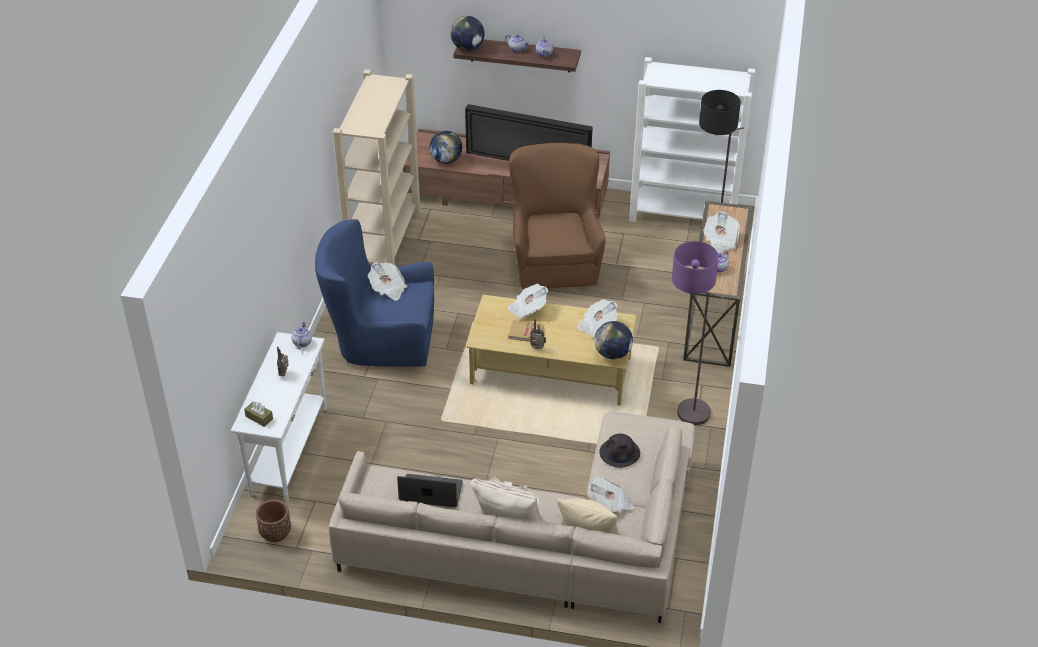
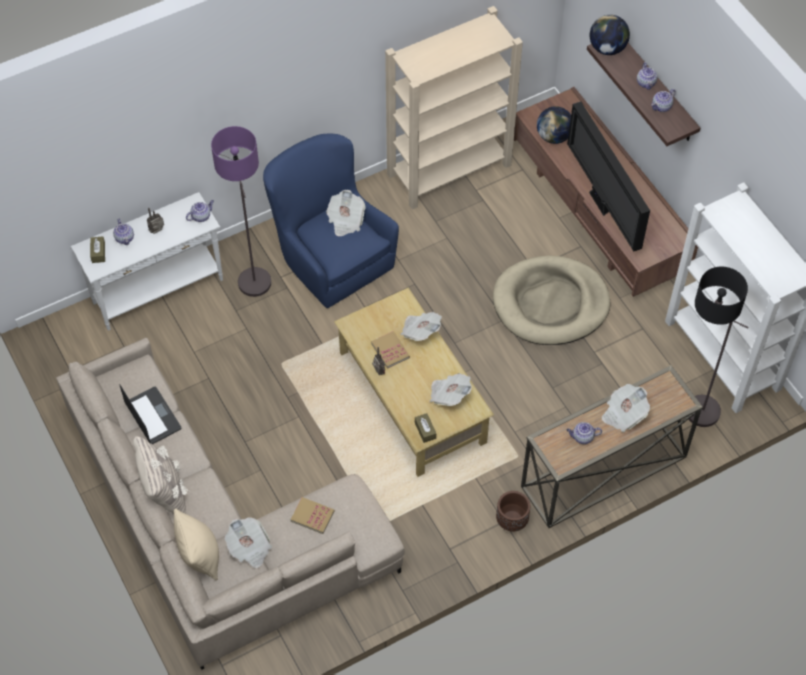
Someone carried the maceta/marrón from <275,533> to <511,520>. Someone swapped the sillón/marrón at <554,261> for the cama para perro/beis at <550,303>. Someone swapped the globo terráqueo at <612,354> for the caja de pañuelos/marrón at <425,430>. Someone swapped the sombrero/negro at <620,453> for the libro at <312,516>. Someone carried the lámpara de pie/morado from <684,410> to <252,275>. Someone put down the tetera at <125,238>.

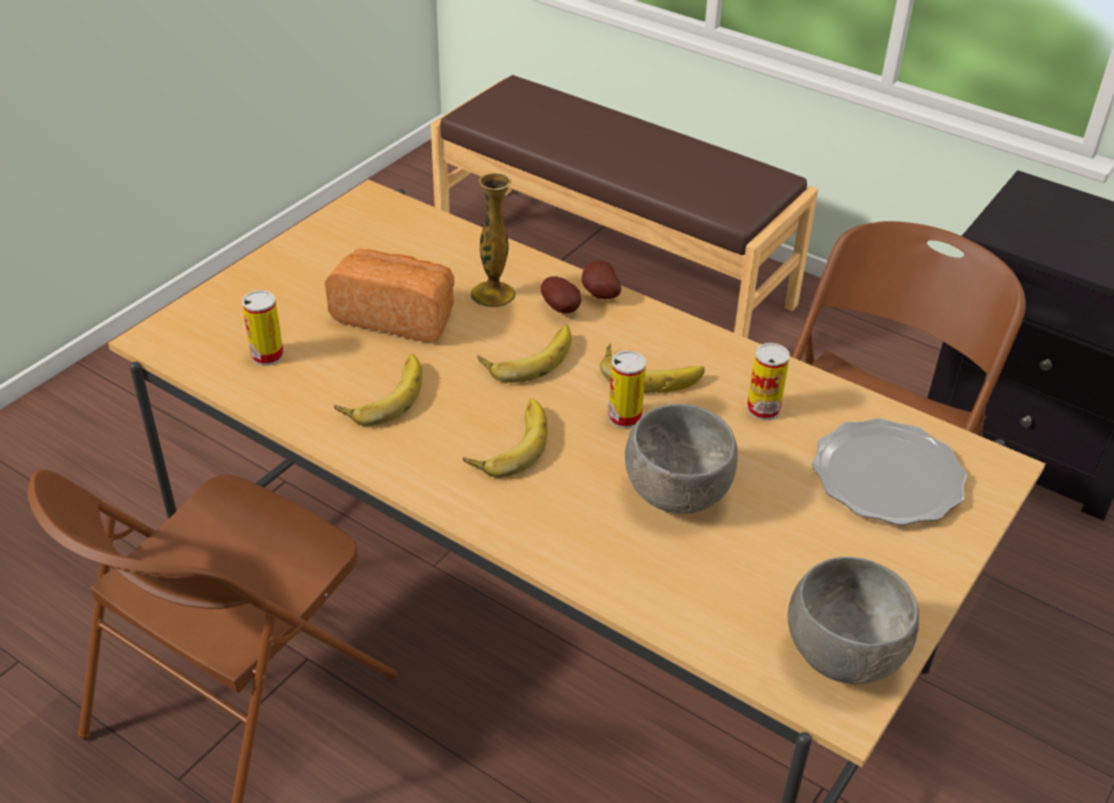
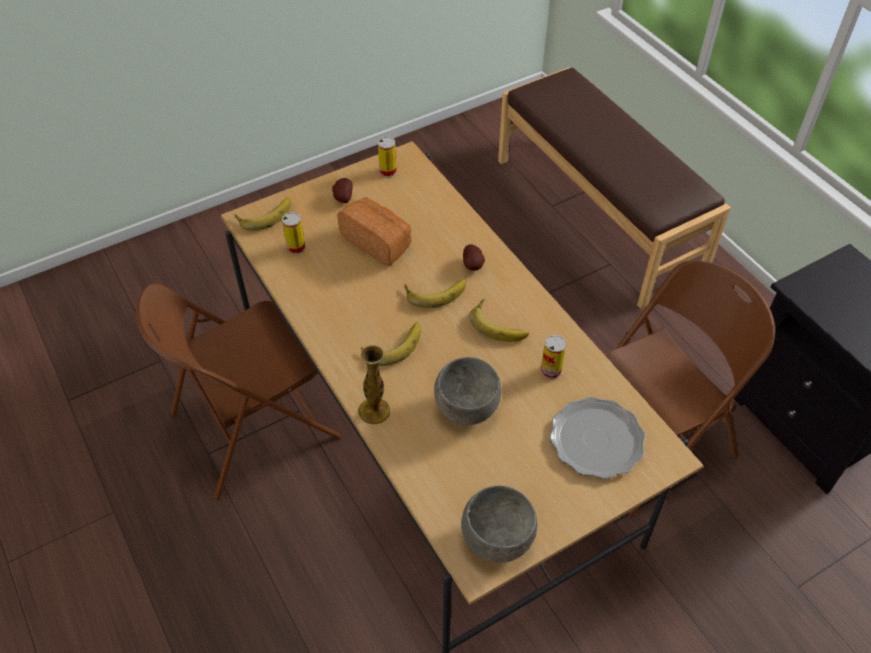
Someone carried the plátano from <383,394> to <264,215>. Someone carried the florero from <493,294> to <374,411>. Someone carried the patata from <598,294> to <342,198>. Someone carried the lata from <624,417> to <388,171>.

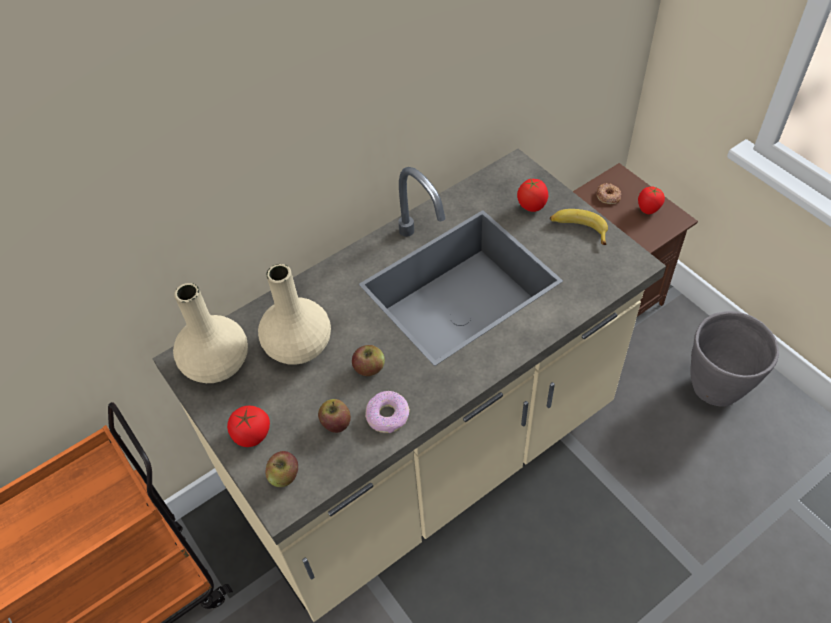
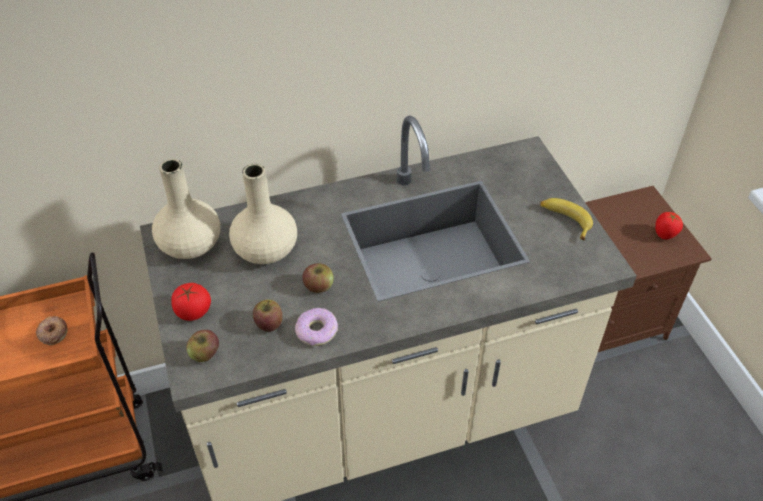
Someone took away the tomate at <531,207>. Someone carried the rosquilla from <608,196> to <52,333>. Someone took away the maceta/gris at <716,389>.

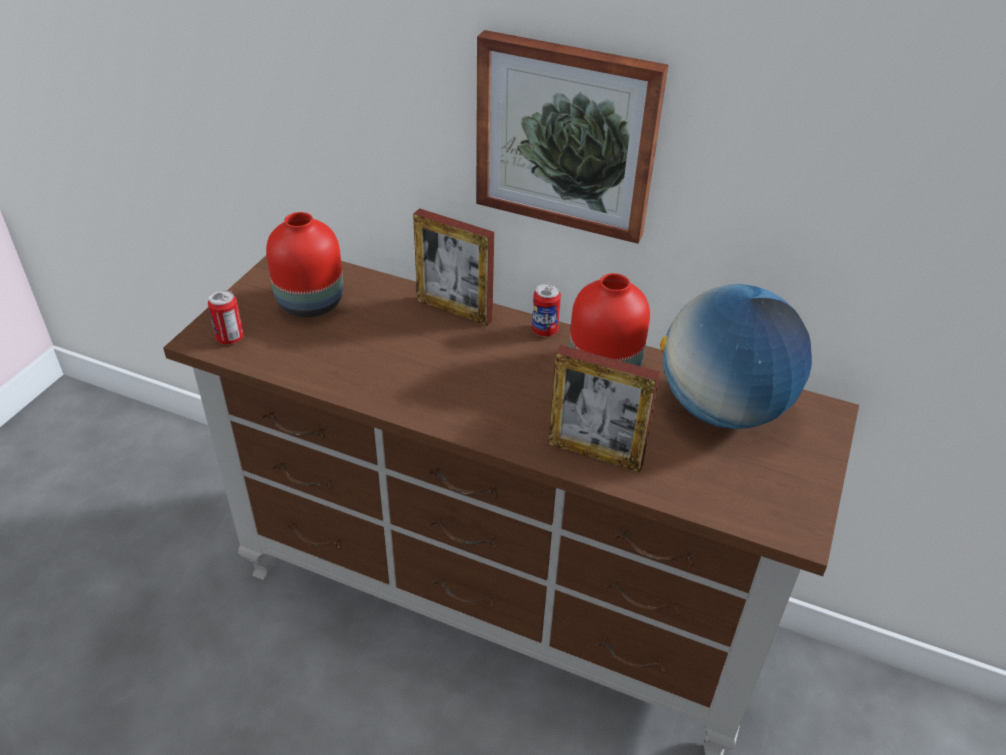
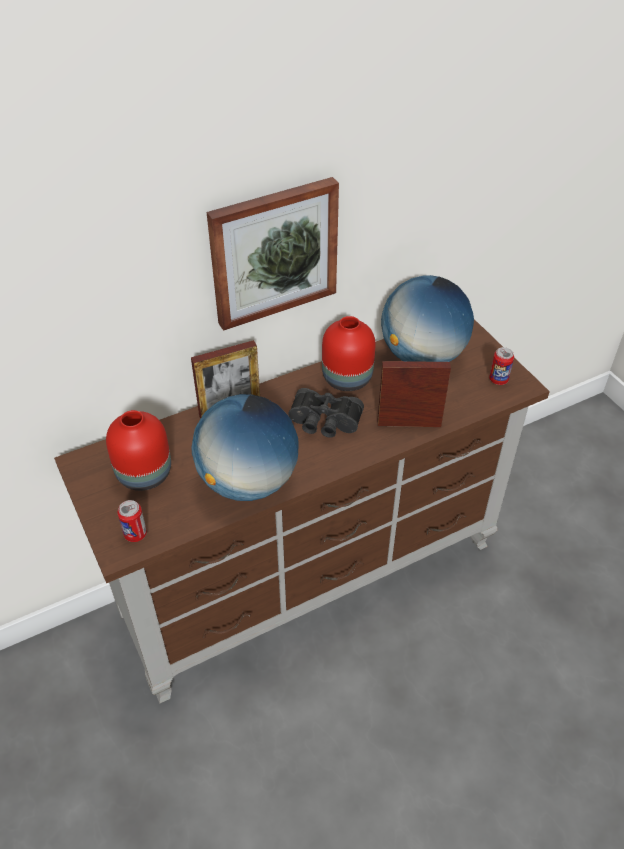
Someone carried the lata from <544,330> to <498,380>. Someone rotated the portarretratos at <595,454> by 150 degrees counterclockwise. Someone put down the globo terráqueo at <248,481>. Someone put down the prismáticos/negro at <324,423>.

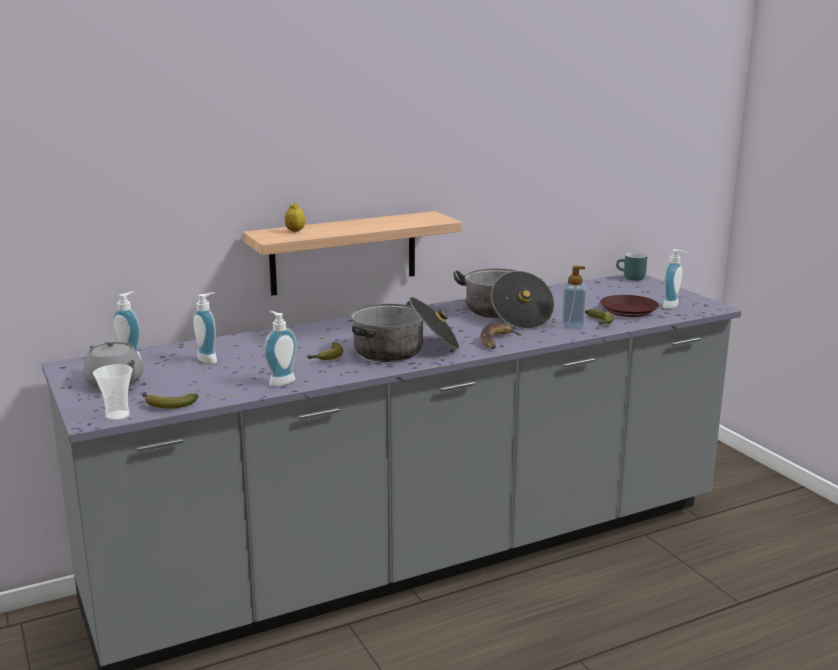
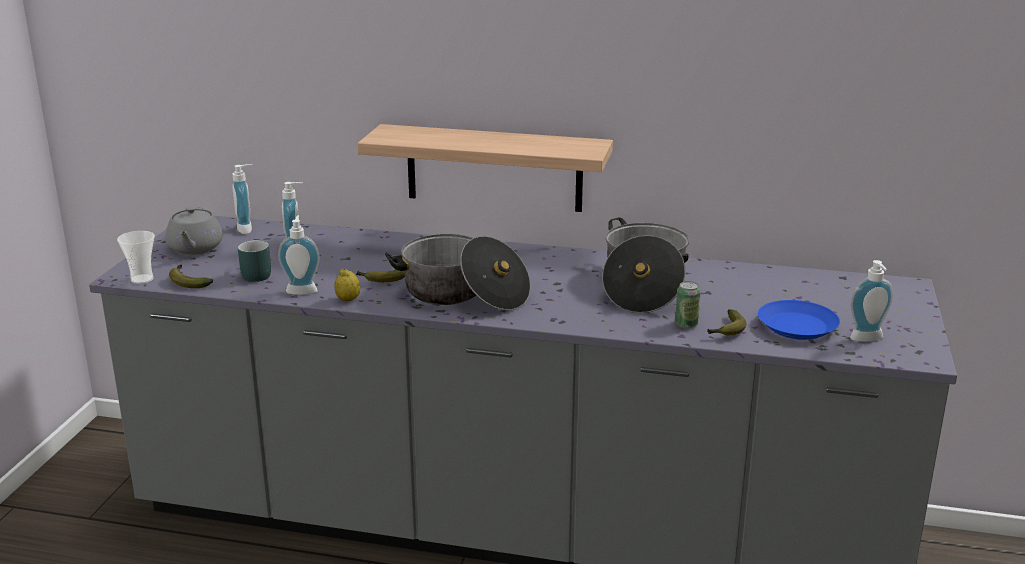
Someone carried the limón from <295,231> to <348,300>. Someone took away the plátano at <497,340>. Someone swapped the dispensador de jabón at <572,326> for the lata at <686,324>. Someone repainted the plato/marrón at <628,310>, which became the plato/azul at <796,326>. Someone carried the taza grande/turquesa from <630,278> to <253,275>.

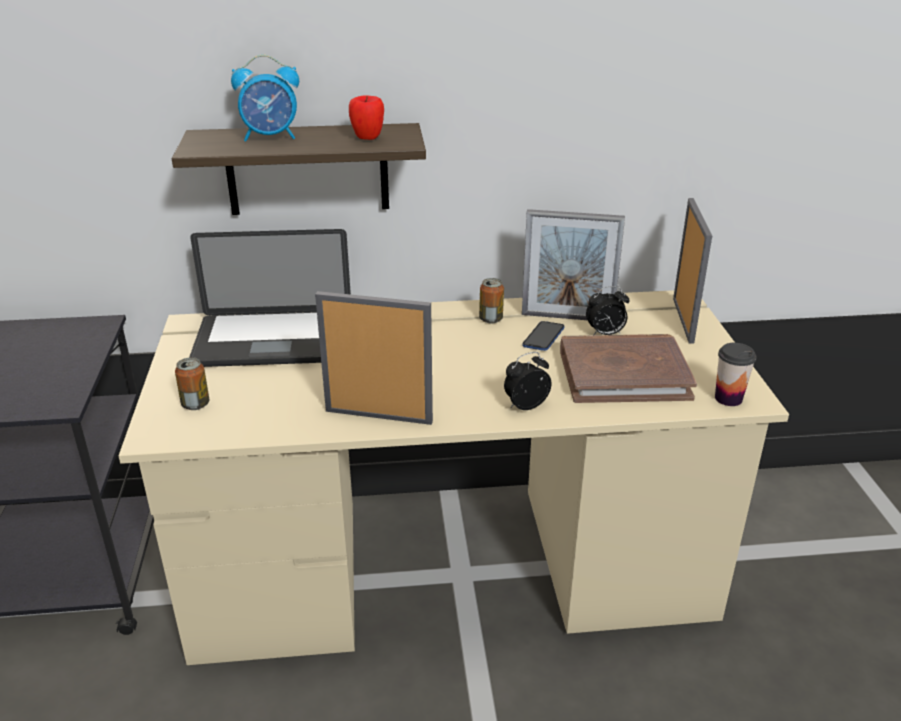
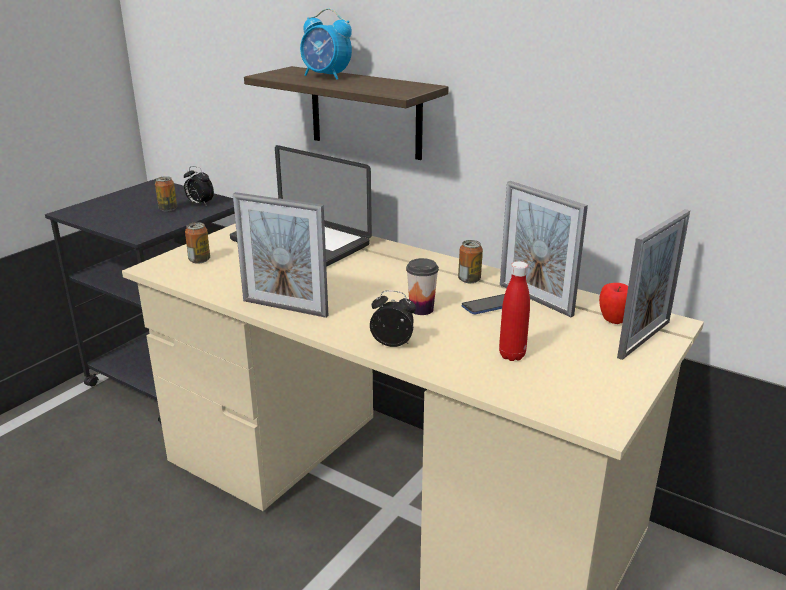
Someone rotated the portarretratos at <378,416> by 150 degrees clockwise. Someone carried the manzana from <367,139> to <613,321>. Someone swapped the libro/marrón at <623,374> for the botella/rojo at <512,355>. Someone carried the despertador from <605,334> to <199,204>. Someone carried the taza from <728,398> to <421,309>. Someone put down the lata at <168,209>.

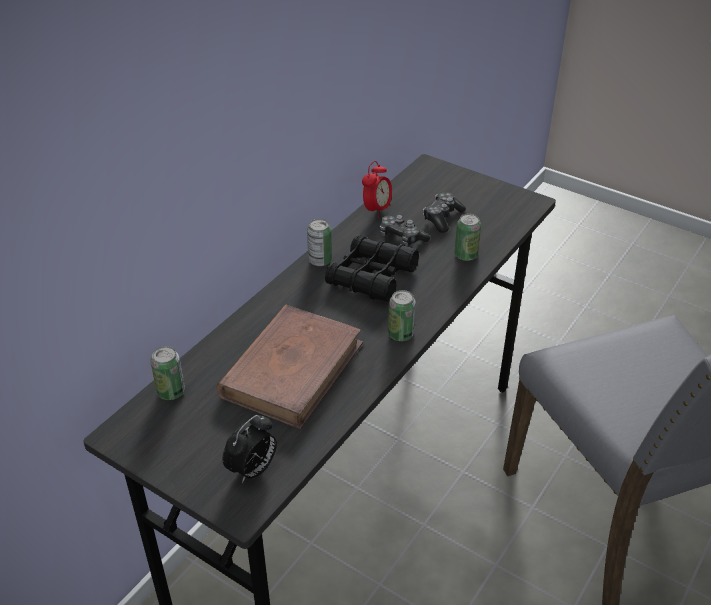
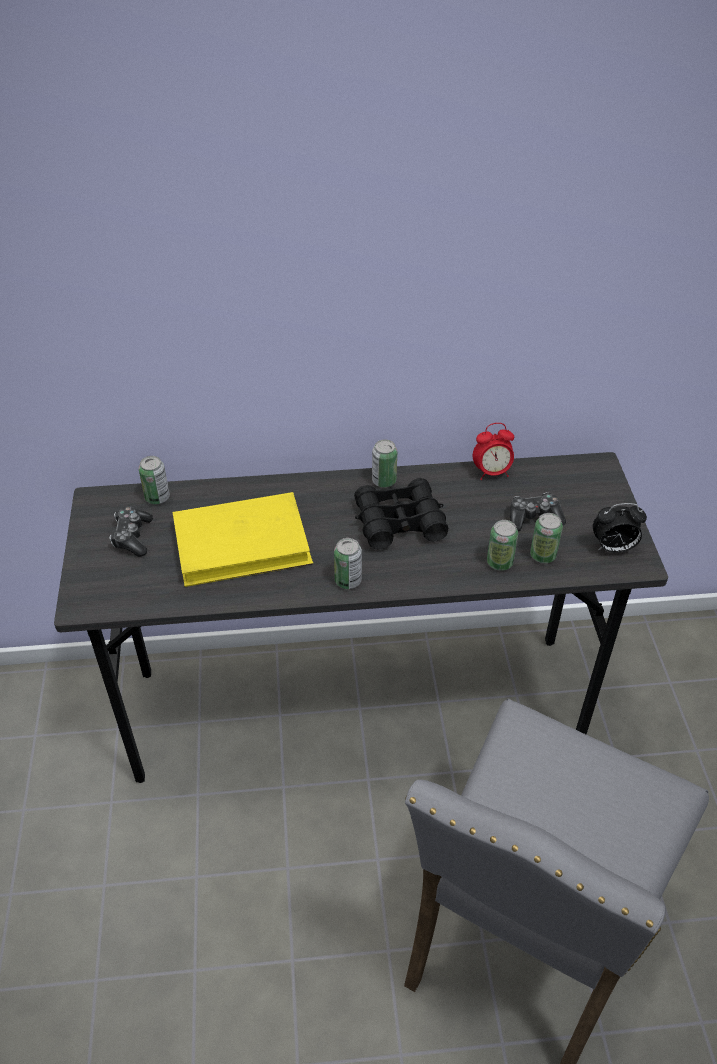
Someone repainted the libro/marrón at <292,369>, which became the libro/amarillo at <242,544>. Someone carried the despertador from <253,470> to <613,548>. Someone carried the mando de consola from <401,237> to <132,537>. Someone put down the lata at <543,555>.

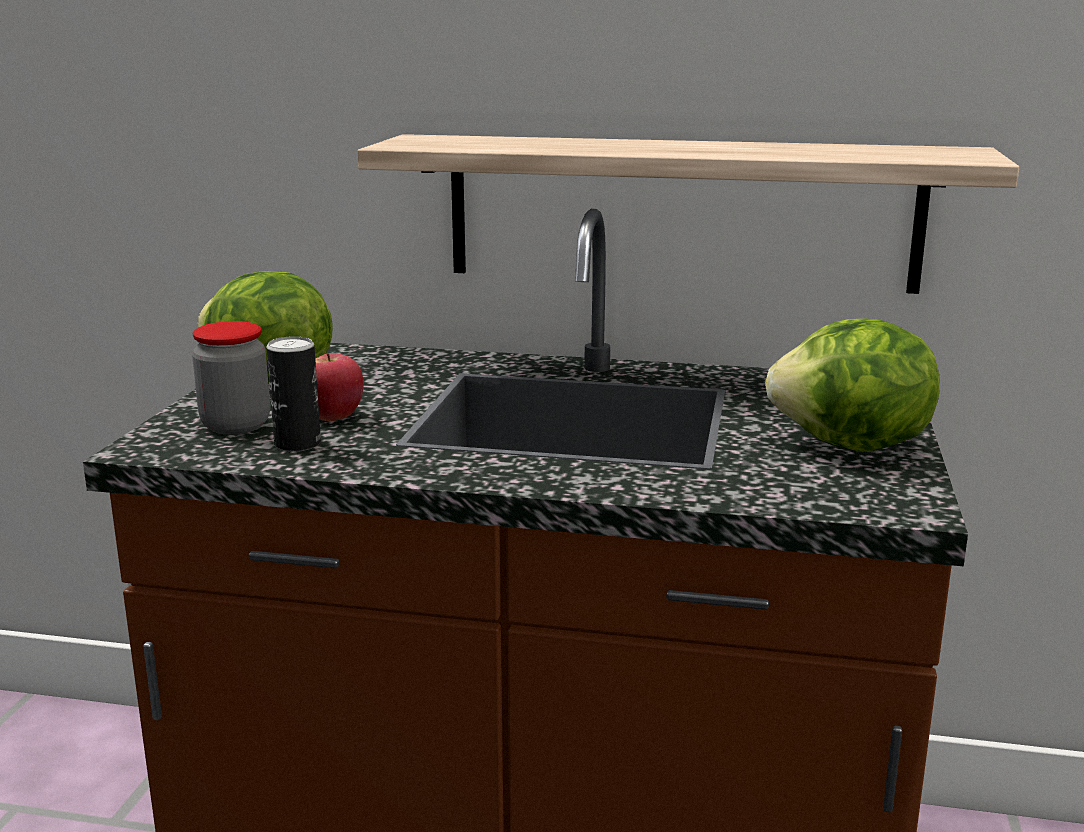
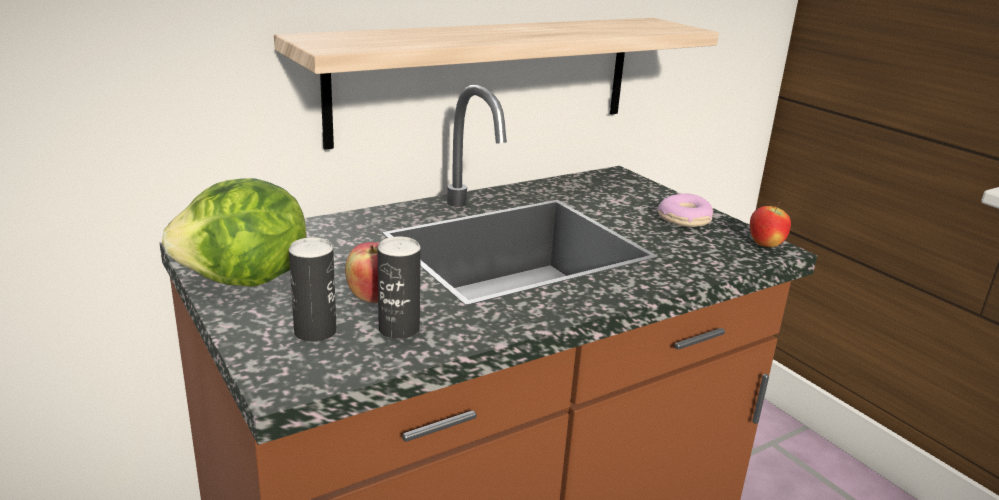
Someone swapped the tarro at <236,425> for the lata at <315,332>. Someone swapped the lechuga at <852,447> for the rosquilla at <685,220>. Someone put down the manzana at <765,245>.

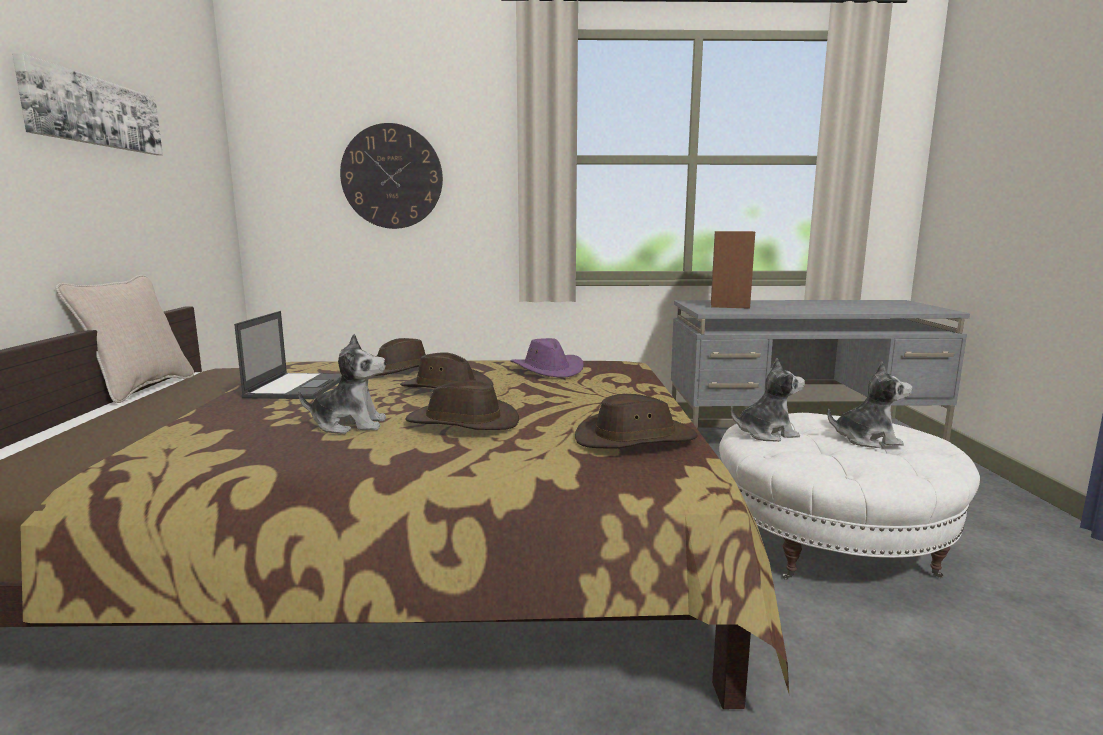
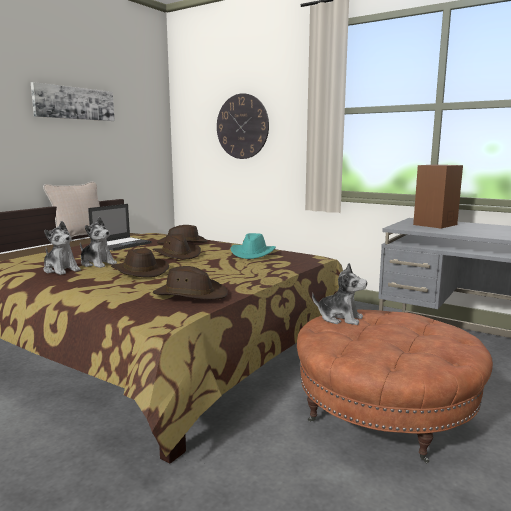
Someone repainted the sombrero/morado at <548,370>, which became the sombrero/turquesa at <253,254>. Someone repainted the puf/blanco at <830,542>, which became the puf/marrón at <384,414>. Someone carried the peluche from <866,440> to <61,270>.

